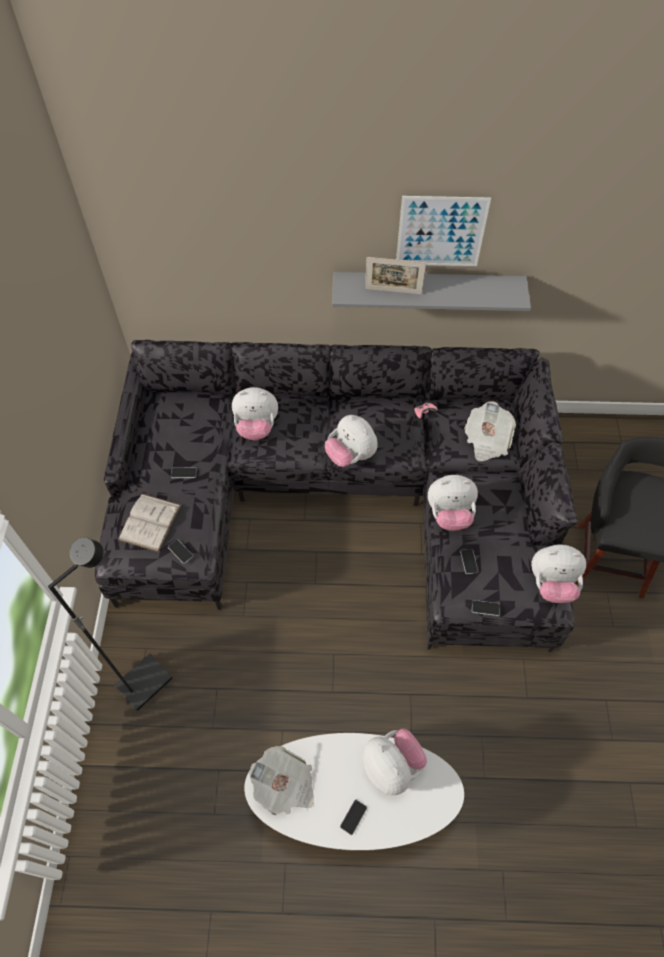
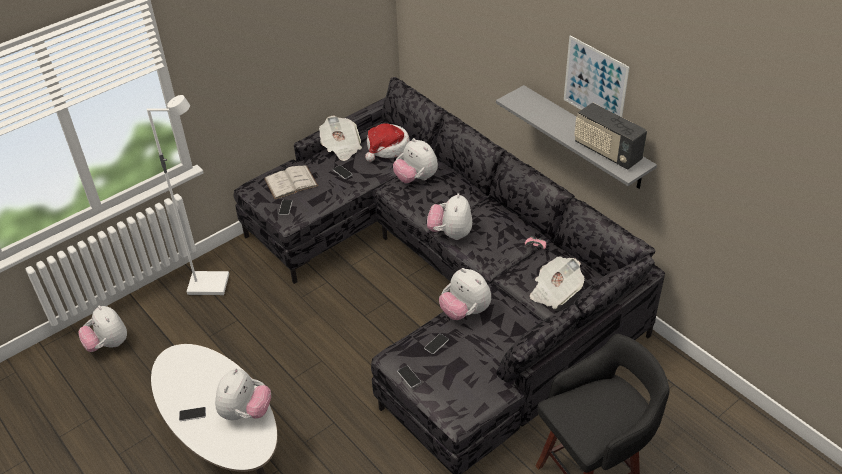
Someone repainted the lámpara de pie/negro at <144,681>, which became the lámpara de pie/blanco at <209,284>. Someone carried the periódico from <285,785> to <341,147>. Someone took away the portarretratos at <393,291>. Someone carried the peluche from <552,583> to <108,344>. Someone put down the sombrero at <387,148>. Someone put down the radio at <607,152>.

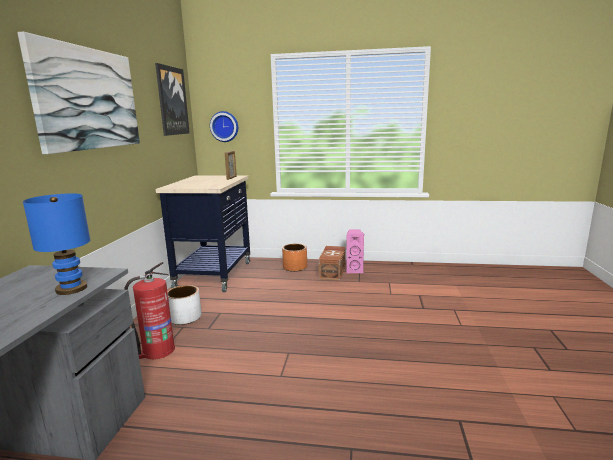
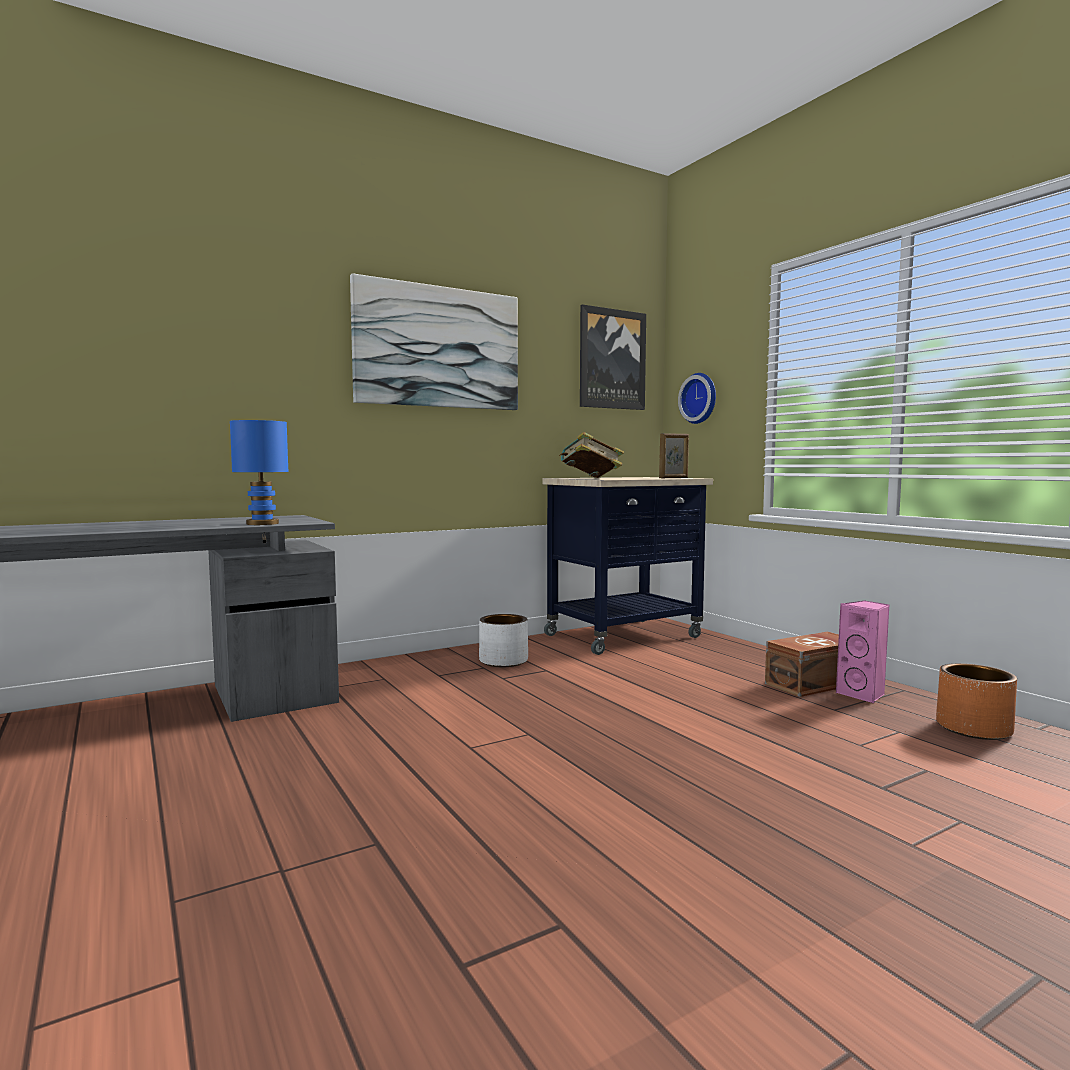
Someone took away the extintor at <157,350>. Someone carried the maceta/naranja from <295,267> to <974,729>. Someone put down the libro at <590,478>.

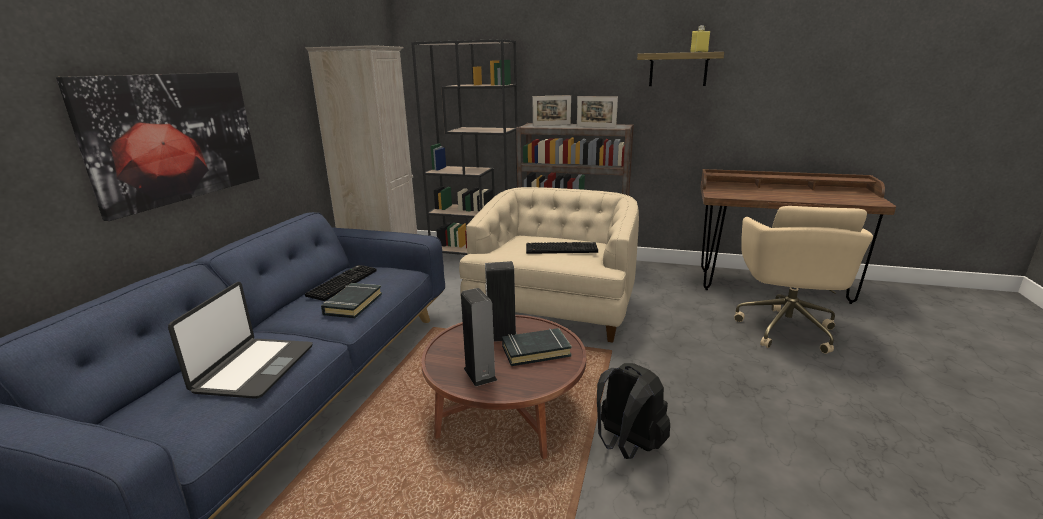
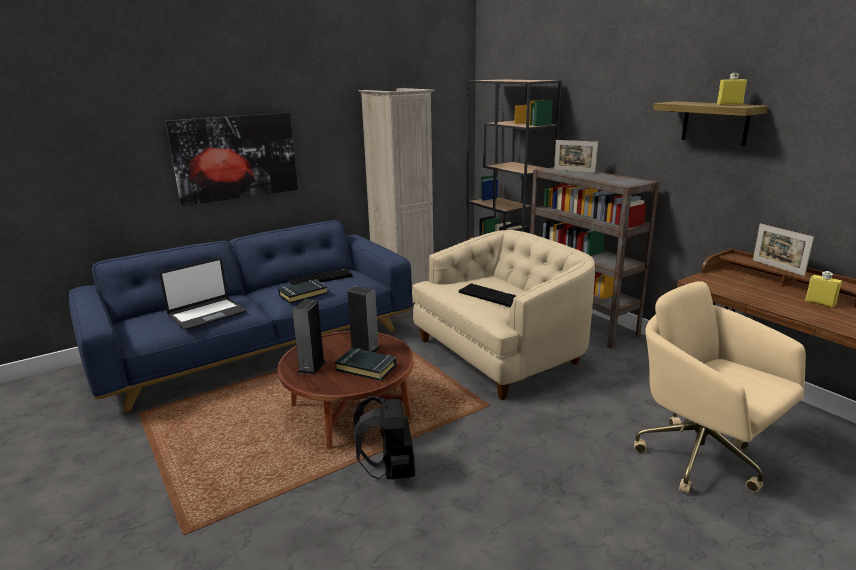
Someone carried the portarretratos from <596,127> to <777,267>. Someone rotated the silla de oficina/beis at <784,328> by 90 degrees clockwise. Someone put down the botella/amarillo at <820,303>.

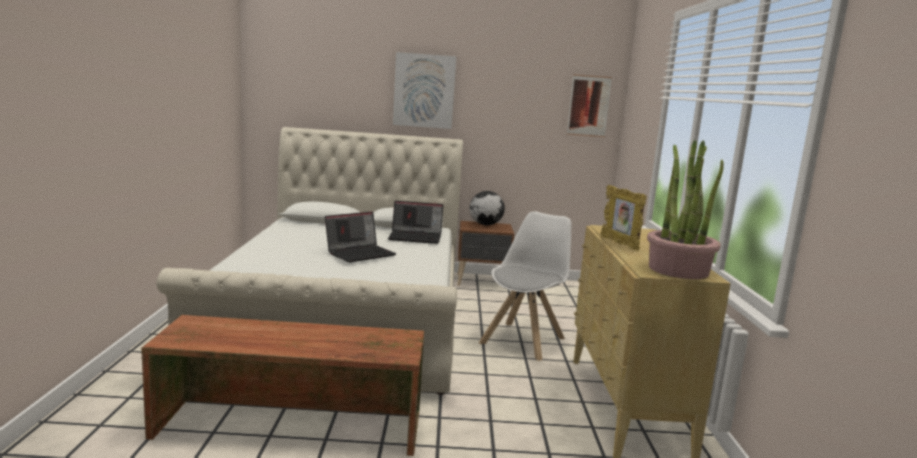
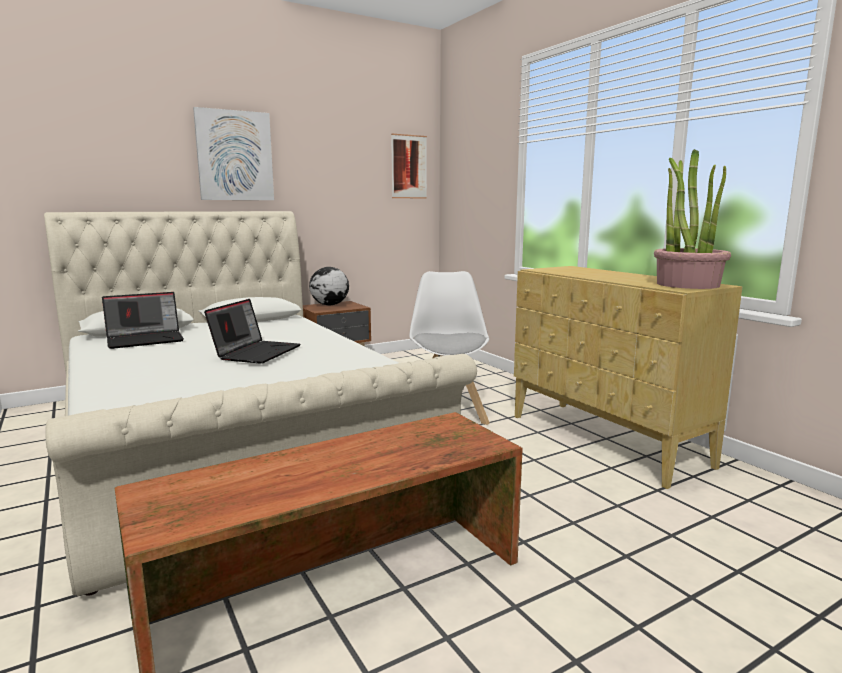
Someone carried the portátil from <416,237> to <146,339>. Someone took away the portarretratos at <619,244>.

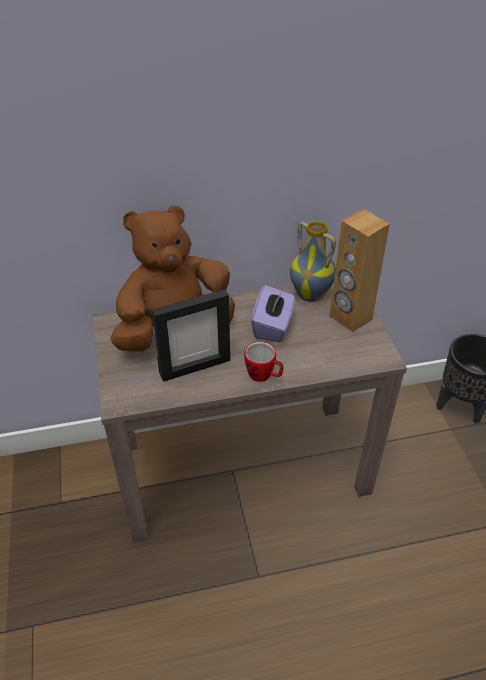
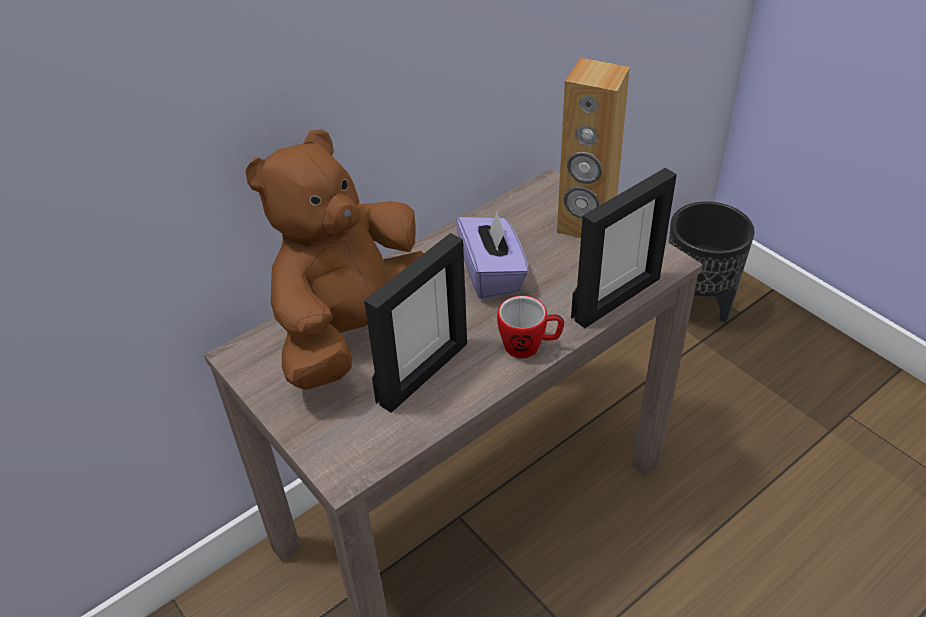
Someone took away the florero at <311,294>. Someone put down the portarretratos at <616,298>.

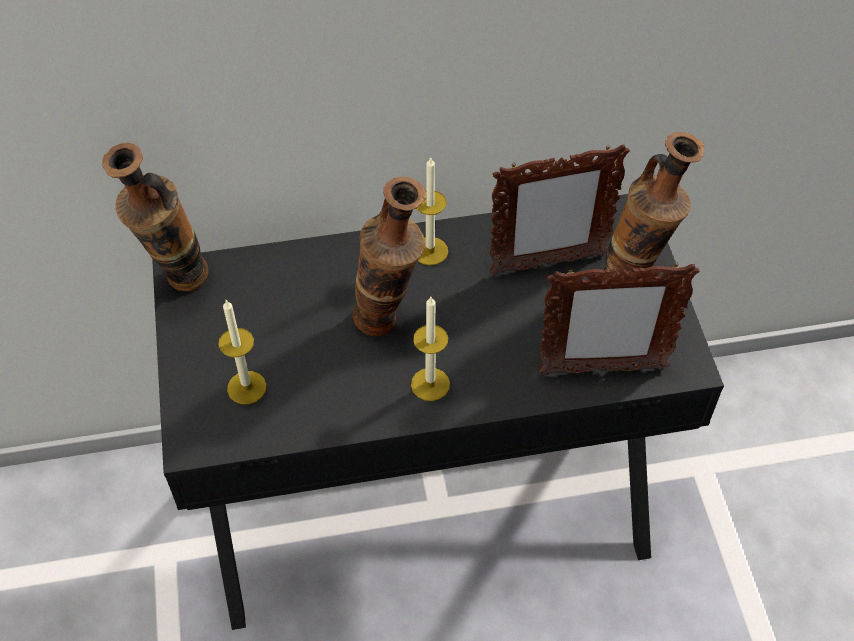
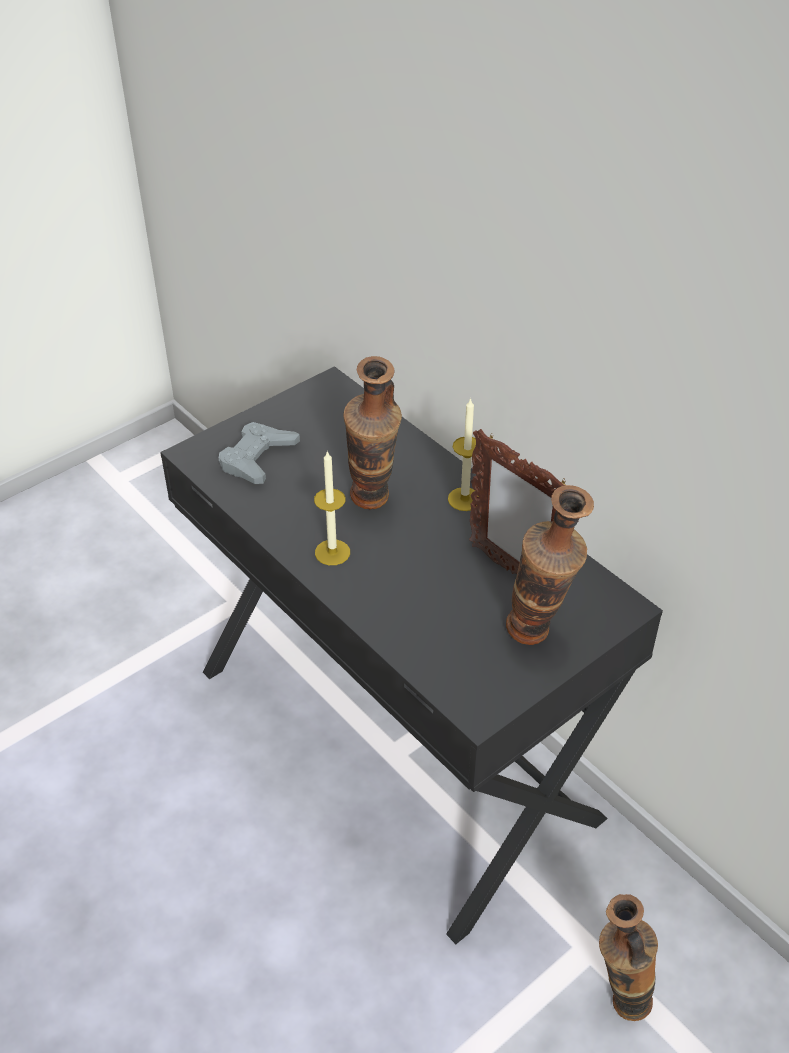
Someone carried the florero from <177,285> to <617,1001>. Someone swapped the vela at <246,387> for the mando de consola/gris at <257,458>. Someone took away the portarretratos at <601,370>.

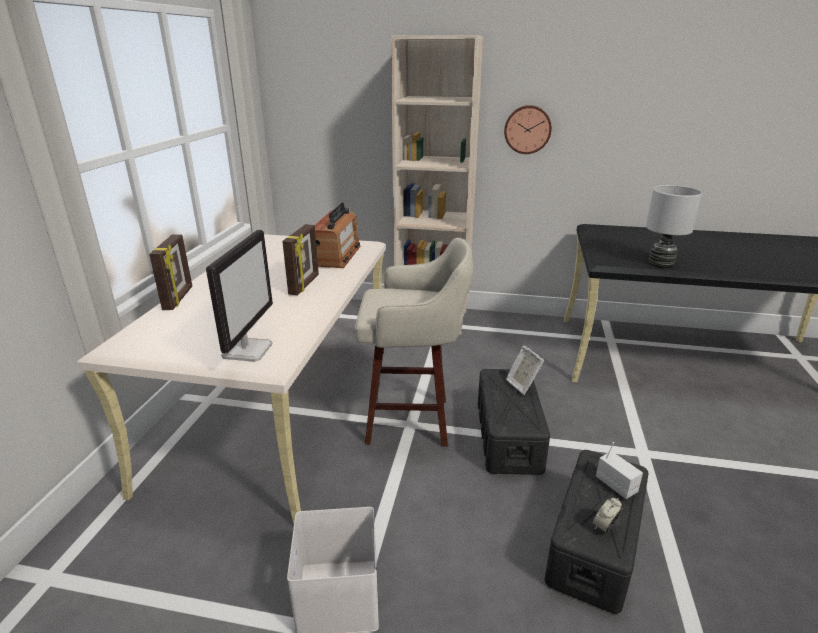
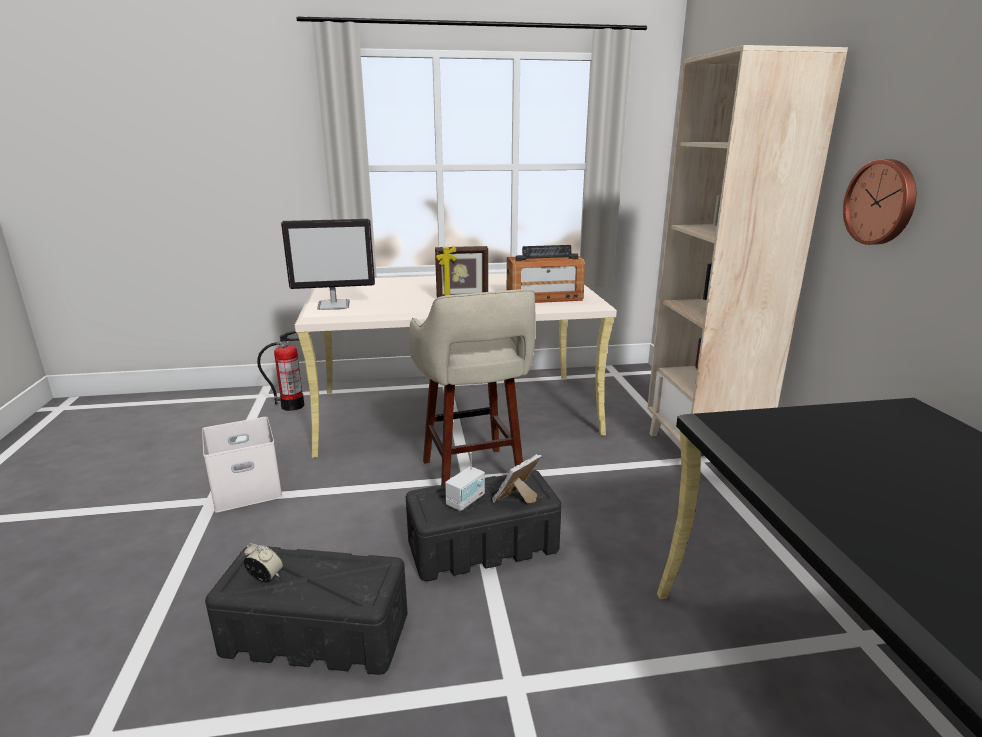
Someone took away the portarretratos at <179,298>. Someone carried the radio from <616,485> to <466,500>. Someone took away the lámpara de mesa/gris at <660,263>. Someone put down the extintor at <292,406>.

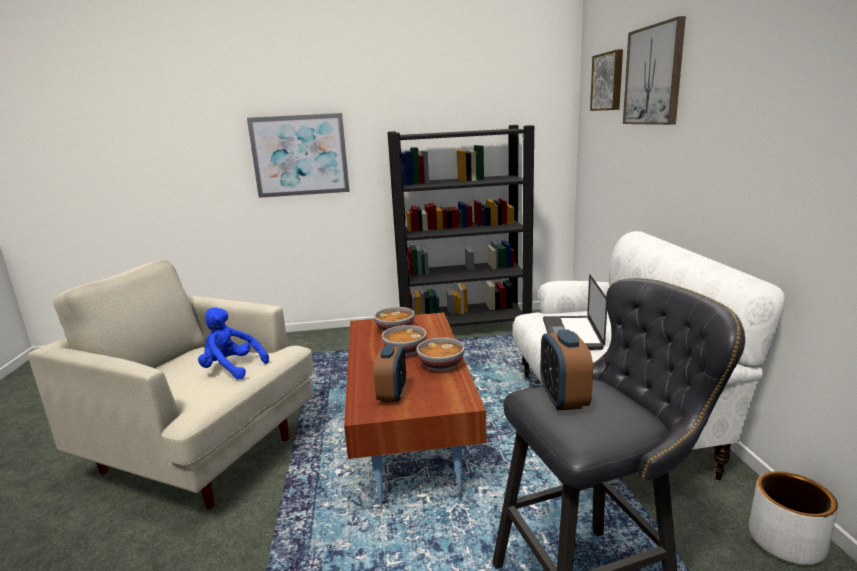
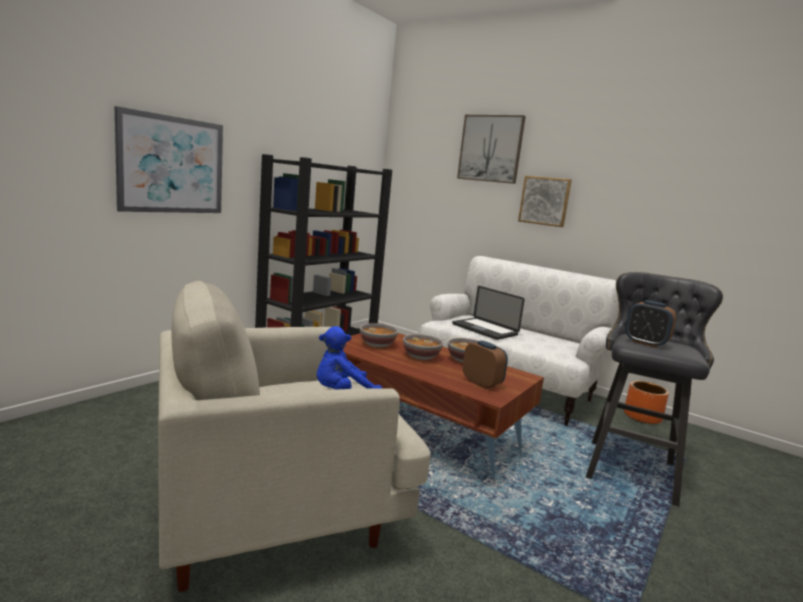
Someone carried the cuadro from <608,81> to <545,201>. Someone repainted the maceta/blanco at <787,541>, which became the maceta/naranja at <642,417>.

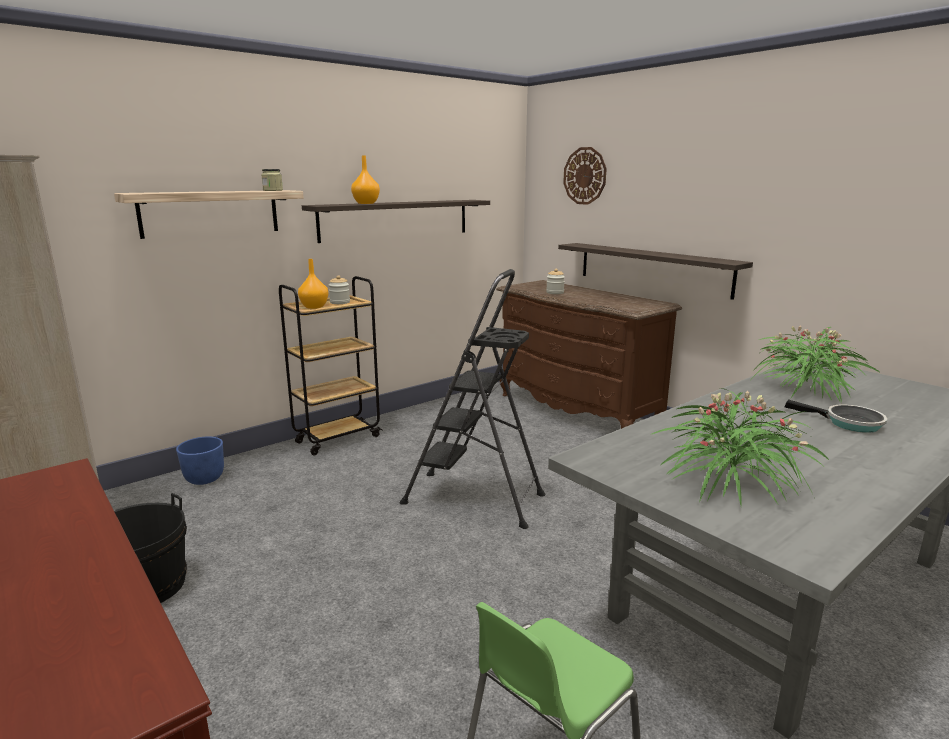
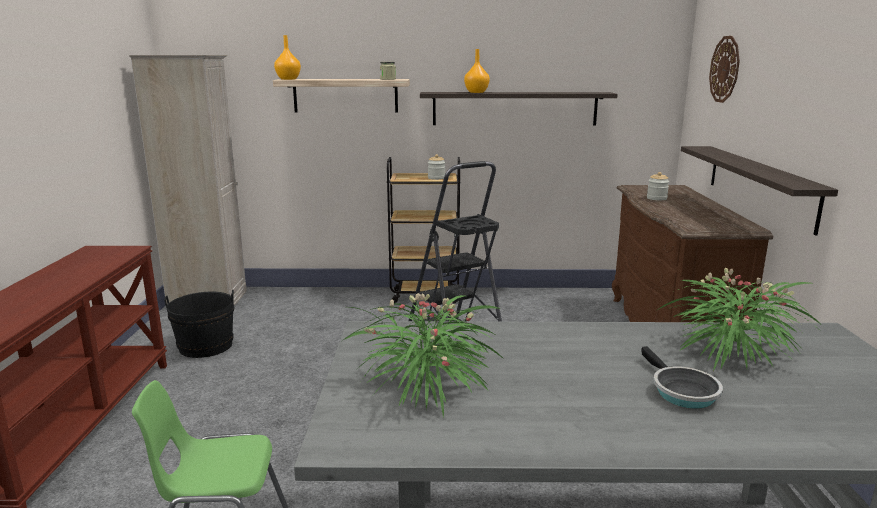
Someone took away the maceta/azul at <205,479>. Someone carried the florero/naranja from <313,307> to <288,79>.

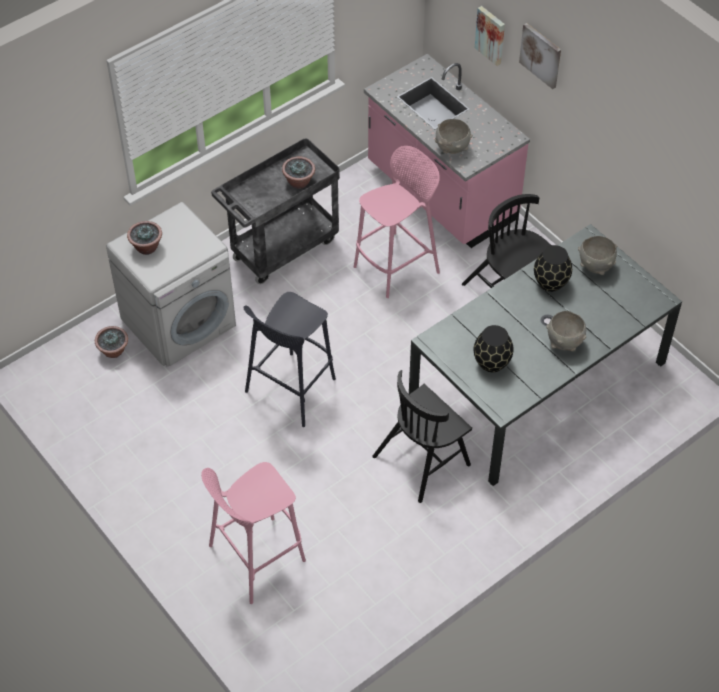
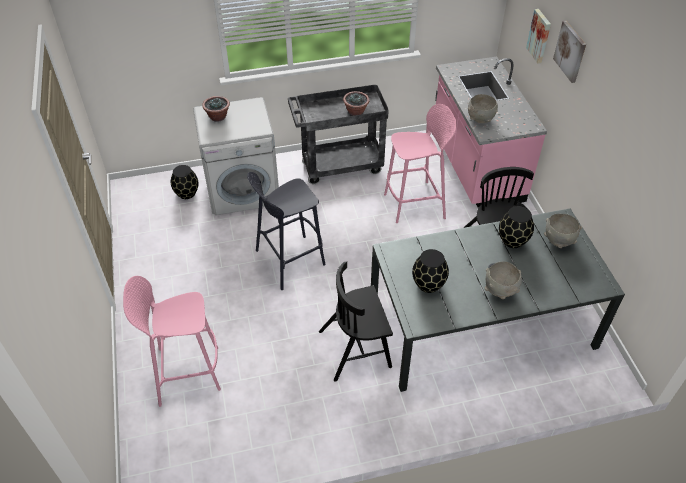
Someone swapped the planta en maceta at <114,351> for the florero/negro at <187,193>.

